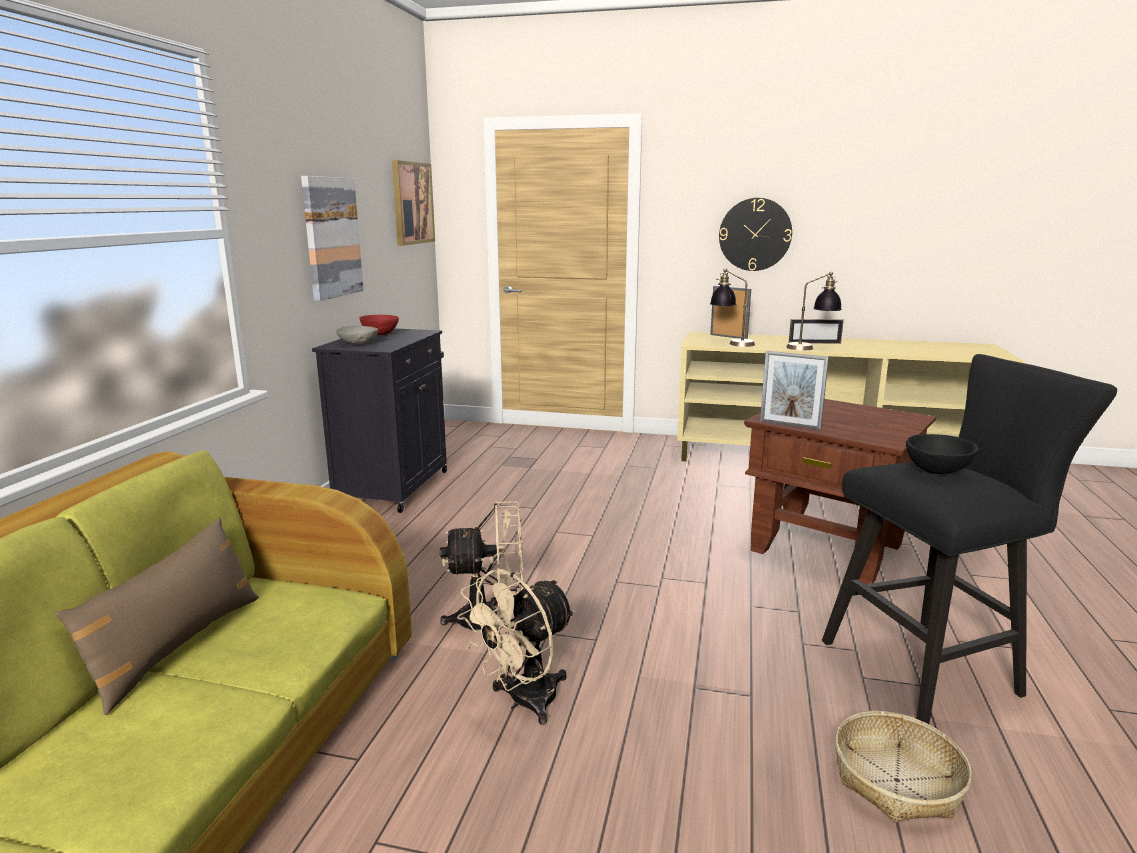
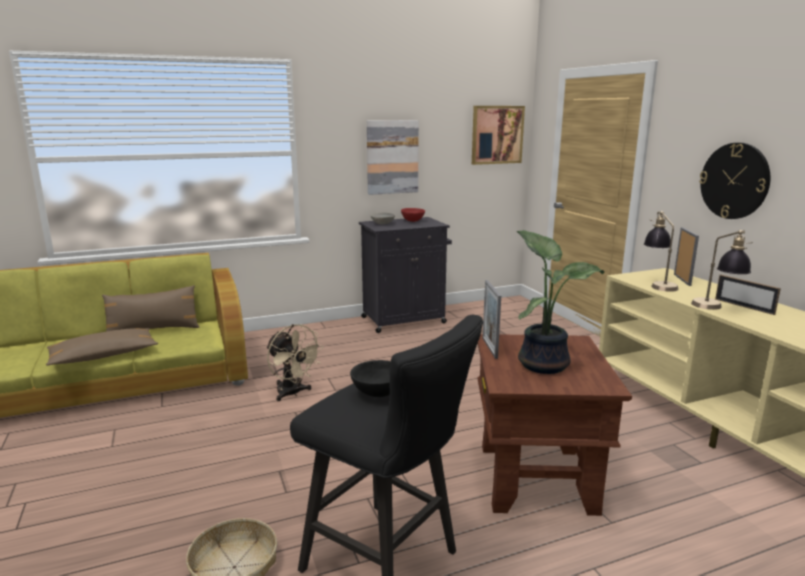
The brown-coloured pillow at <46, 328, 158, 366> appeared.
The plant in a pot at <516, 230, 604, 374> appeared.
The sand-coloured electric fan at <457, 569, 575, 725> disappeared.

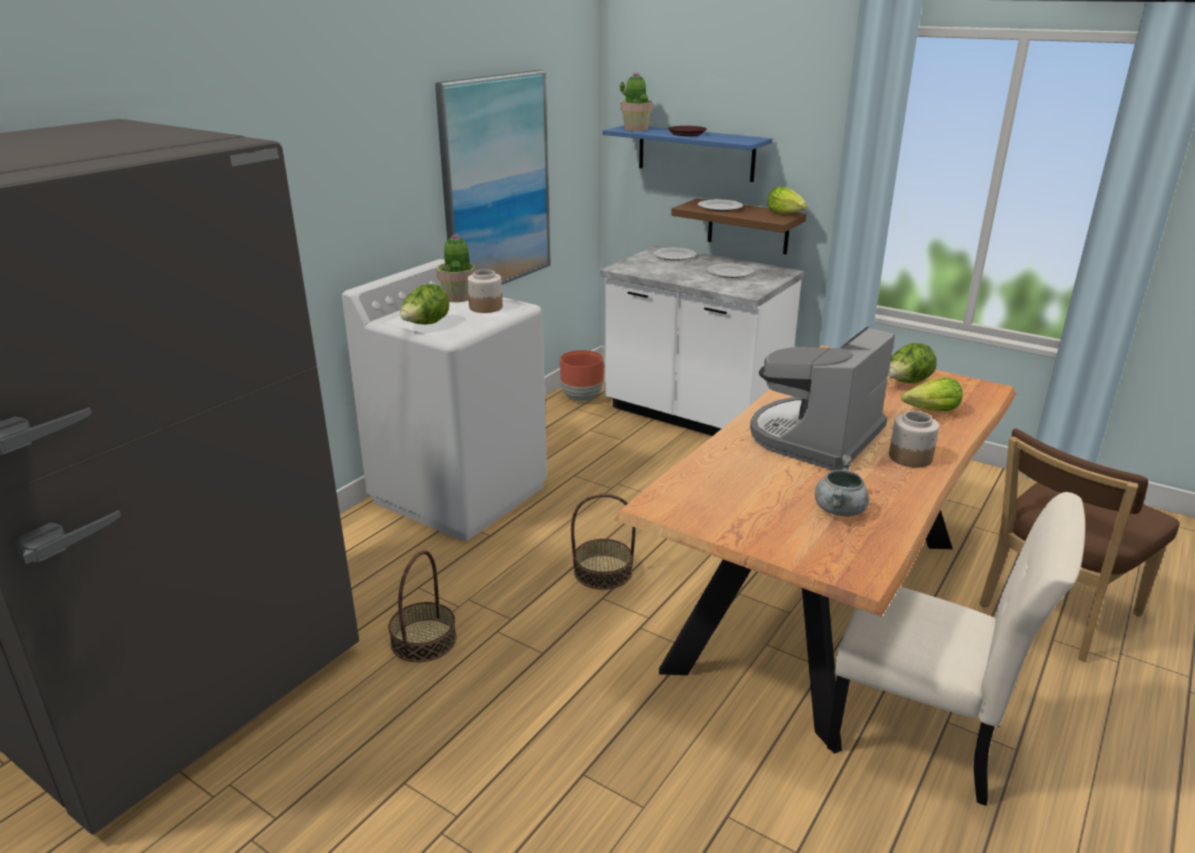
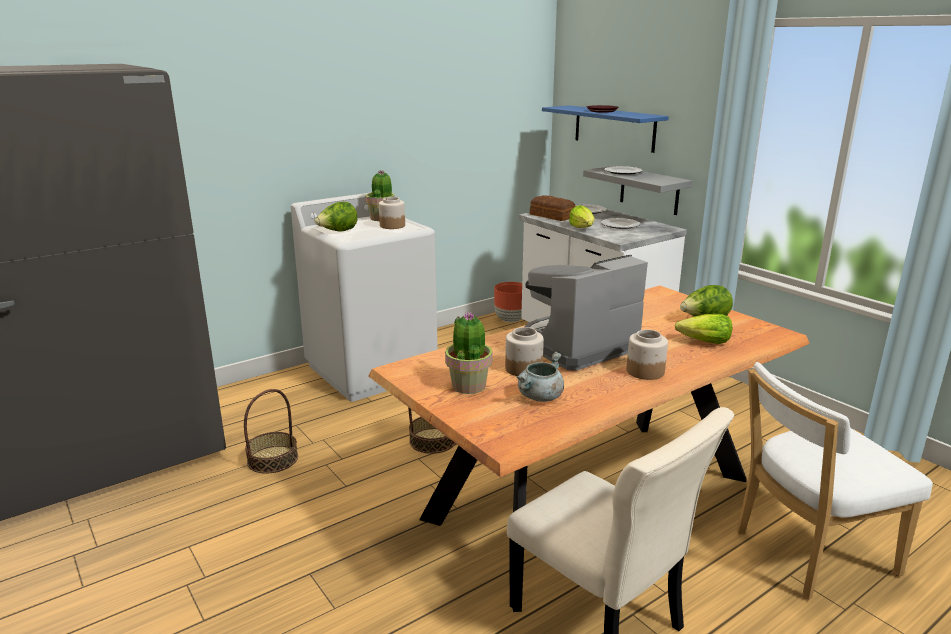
The plant in a pot moved from <620, 72, 653, 131> to <445, 312, 492, 394>.
The jar at <505, 327, 544, 376> appeared.
The baked bread at <530, 195, 575, 221> appeared.
The head of lettuce moved from <767, 187, 807, 214> to <569, 205, 595, 228>.
The brown-coloured shelf at <671, 198, 806, 255> became the grey shelf at <583, 166, 692, 215>.
The brown-coloured upright chair at <979, 429, 1180, 662> became the white-coloured upright chair at <737, 362, 933, 600>.
The wall picture at <435, 70, 551, 285> disappeared.

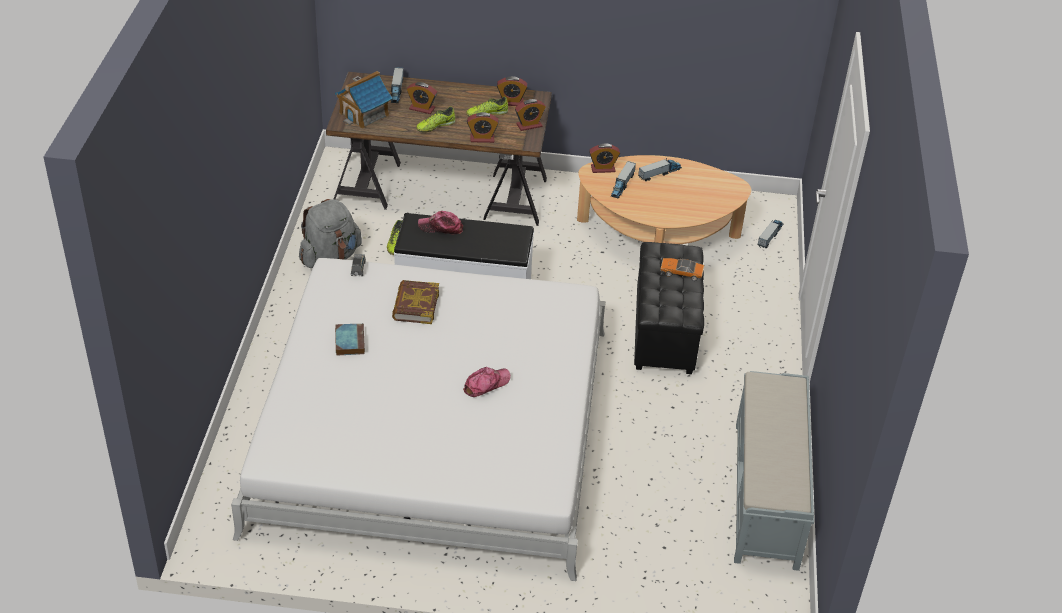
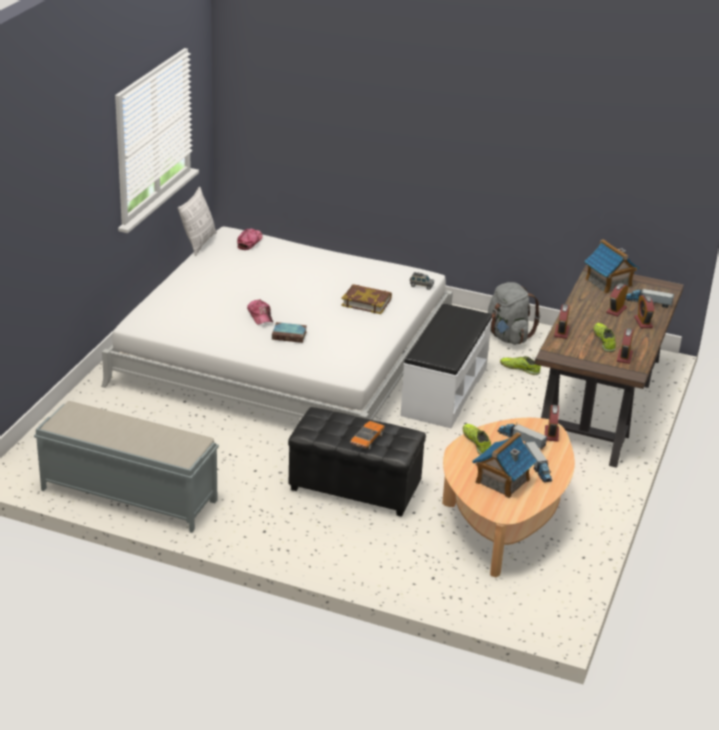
The pillow at <178, 187, 217, 256> appeared.
The peaked cap moved from <418, 211, 463, 235> to <237, 229, 263, 250>.
The book moved from <335, 323, 365, 356> to <272, 322, 307, 343>.
The shoe moved from <416, 106, 455, 132> to <463, 424, 491, 455>.
The model house at <472, 432, 537, 498> appeared.
The bedside clock moved from <515, 99, 546, 131> to <634, 295, 654, 328>.
The toy lorry at <758, 220, 783, 248> disappeared.

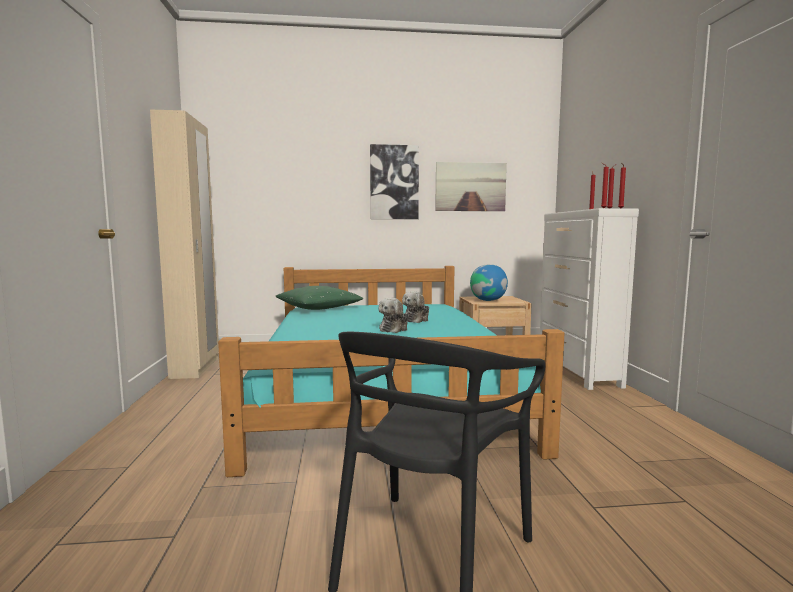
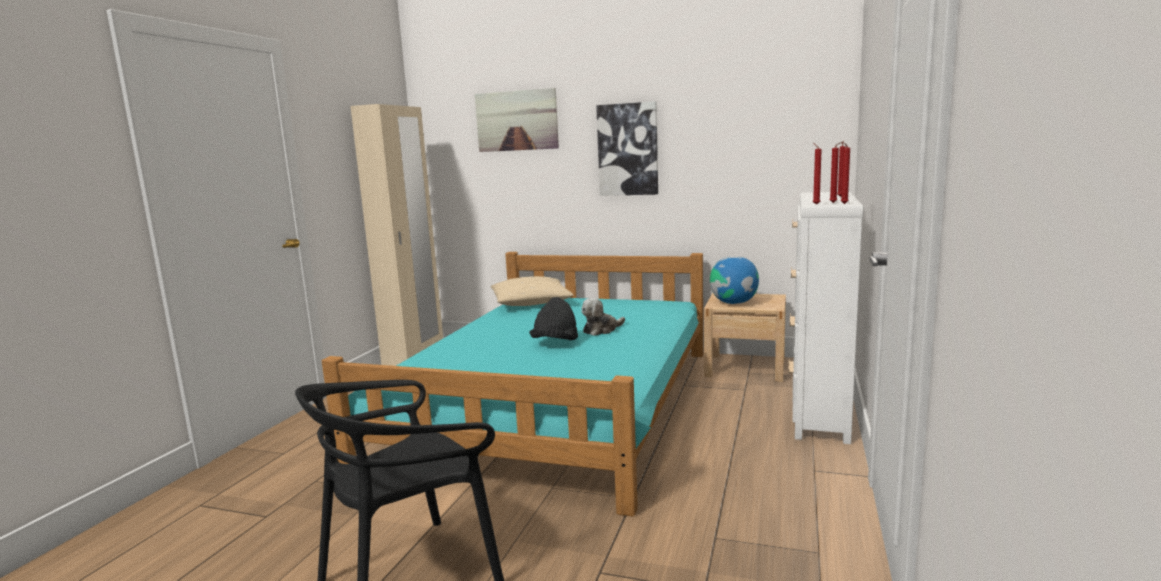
The wall picture moved from <435, 162, 507, 211> to <475, 88, 559, 152>.
The green pillow at <276, 286, 364, 310> became the sand-coloured pillow at <491, 276, 574, 306>.
The cuddly toy at <379, 297, 409, 333> was replaced by the black clothing hat at <530, 297, 578, 340>.

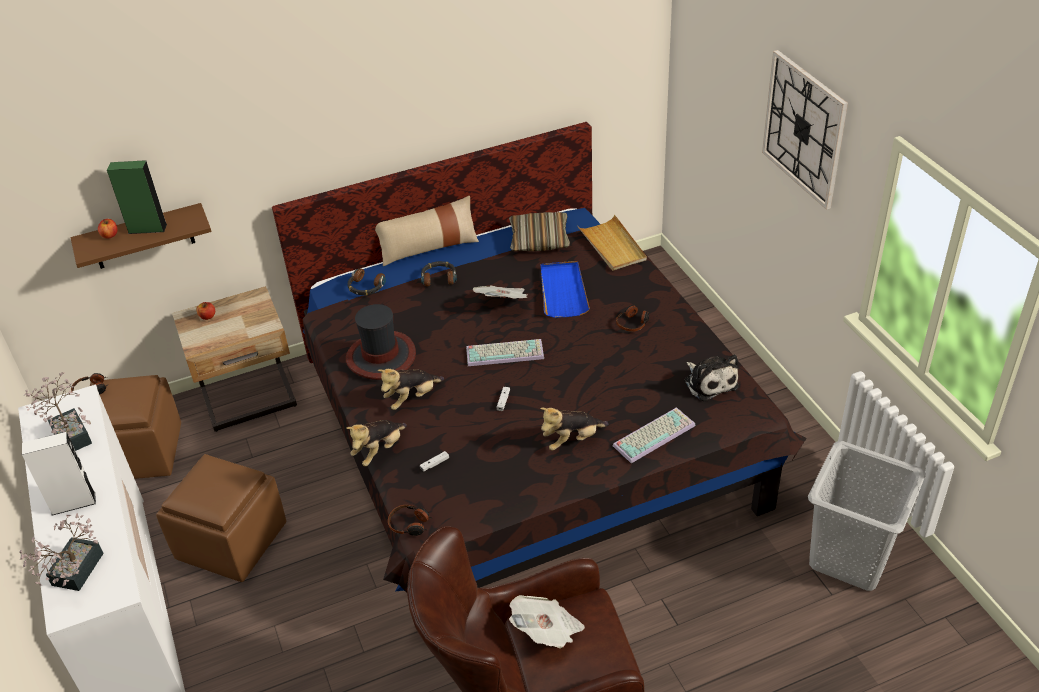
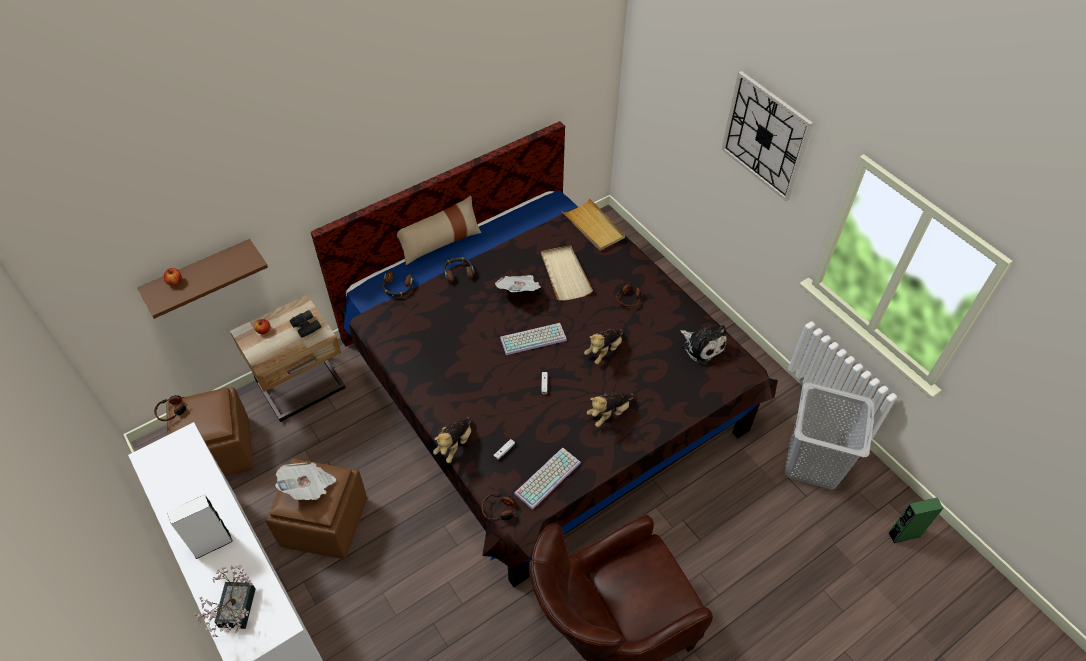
The printed paper moved from <509, 595, 585, 648> to <275, 462, 336, 500>.
The black pair of binoculars at <290, 310, 321, 338> appeared.
The computer keyboard moved from <613, 407, 695, 463> to <514, 447, 581, 510>.
The blue tray at <541, 261, 590, 318> became the sand-coloured tray at <541, 245, 593, 301>.
The cuddly toy moved from <378, 369, 444, 410> to <584, 329, 623, 364>.
The green speaker moved from <107, 160, 167, 234> to <887, 498, 943, 543>.
The plant in a pot at <24, 372, 92, 451> disappeared.
The clothing hat at <346, 304, 416, 380> disappeared.
The pillow at <509, 212, 570, 251> disappeared.

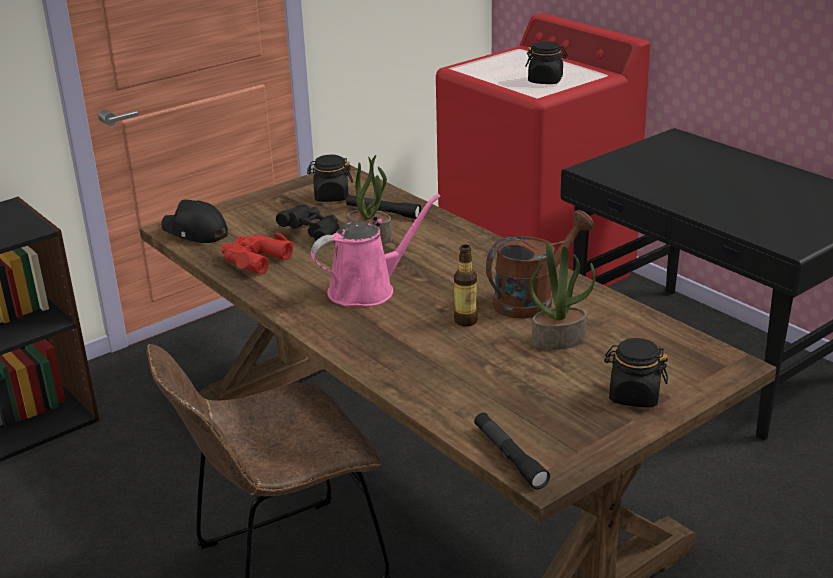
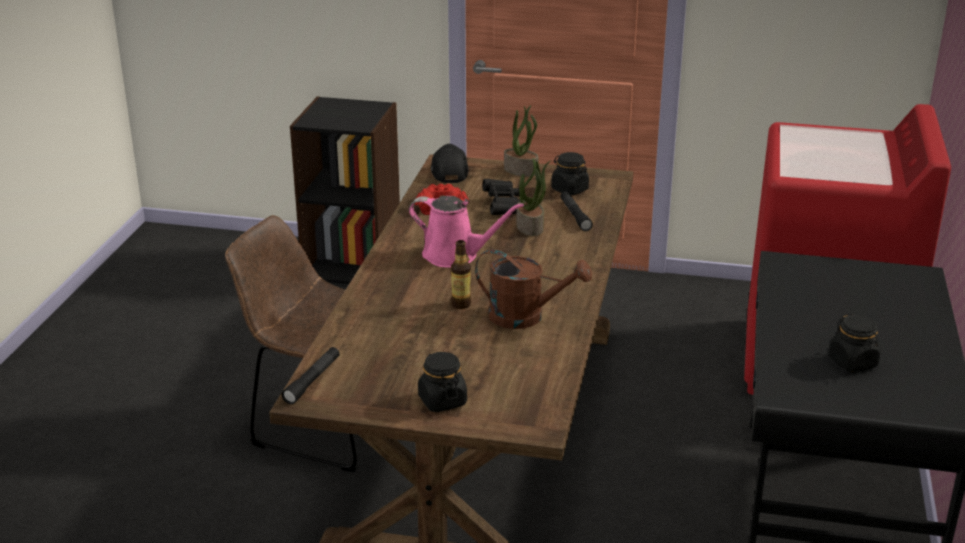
The plant in a pot moved from <529, 243, 596, 350> to <504, 105, 538, 177>.
The black jar moved from <525, 41, 568, 84> to <829, 313, 881, 372>.

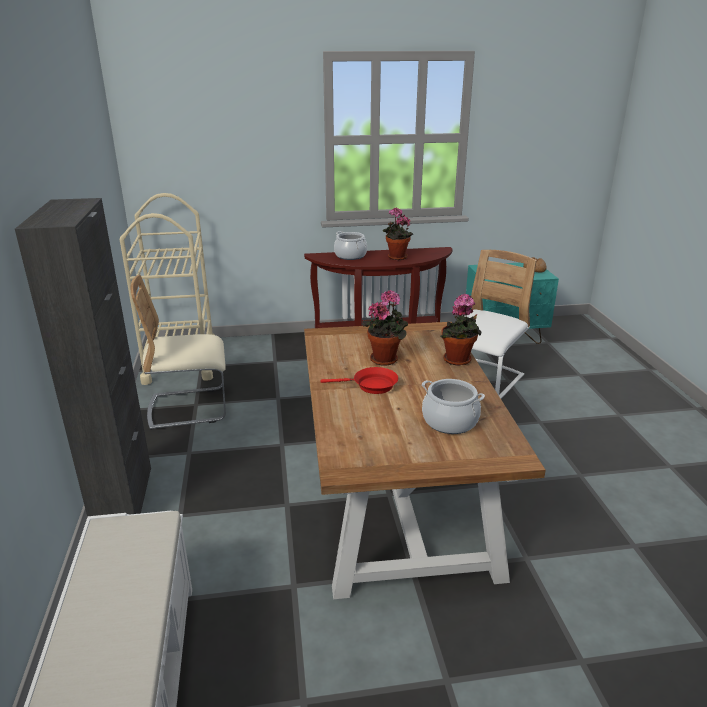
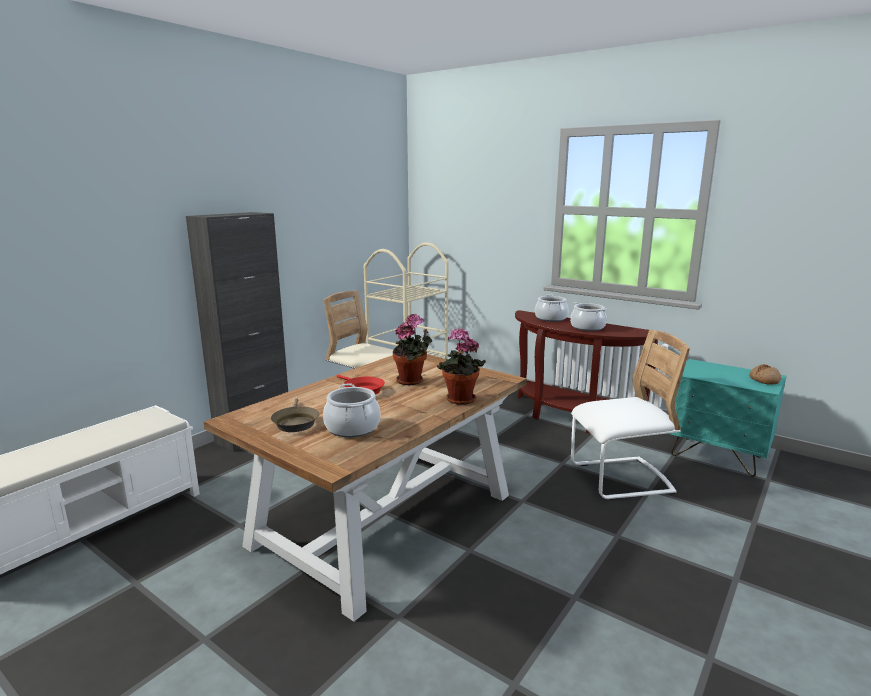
The brown-coloured pan at <271, 399, 319, 432> appeared.
The plant in a pot at <383, 207, 414, 260> was replaced by the saucepot at <570, 302, 607, 331>.

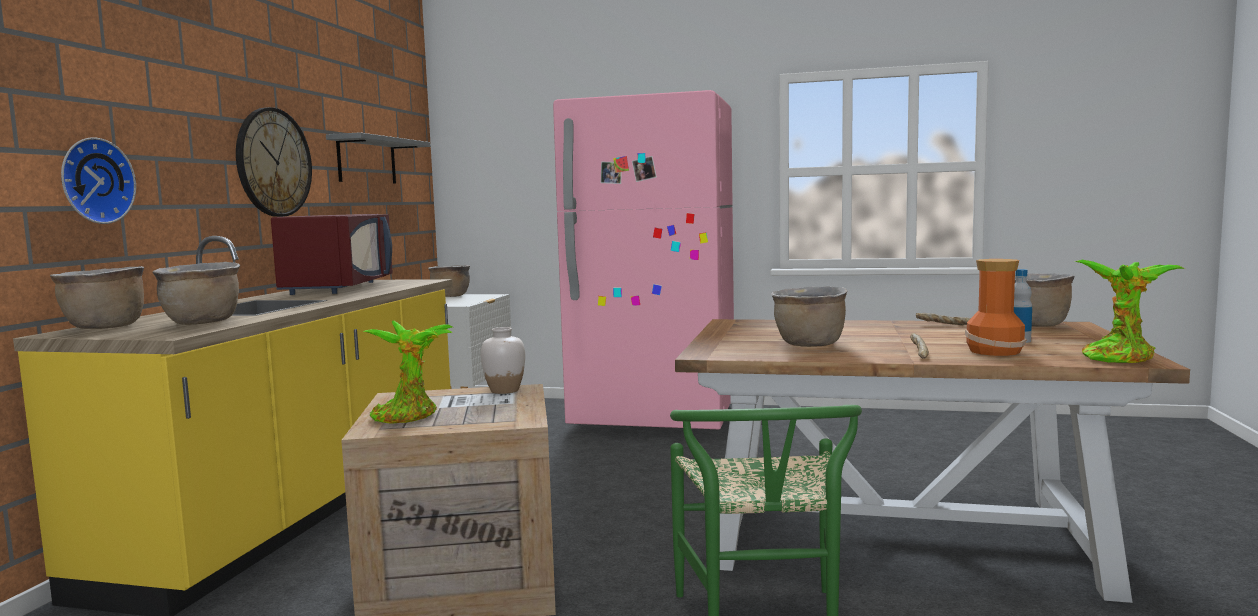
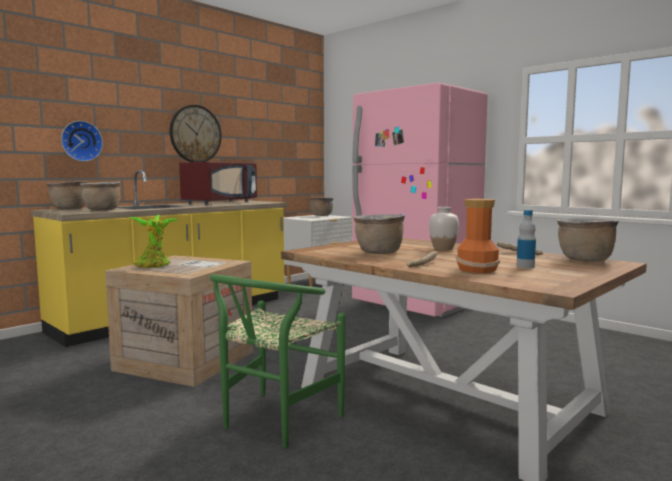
The white-coloured flower vase moved from <481, 327, 525, 394> to <429, 207, 459, 250>.
The grey shelf at <326, 132, 430, 184> disappeared.
The plant in a pot at <1074, 260, 1185, 363> disappeared.

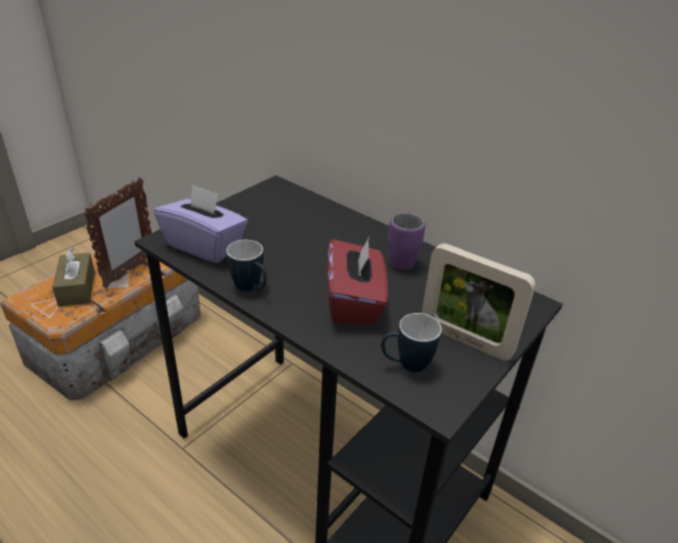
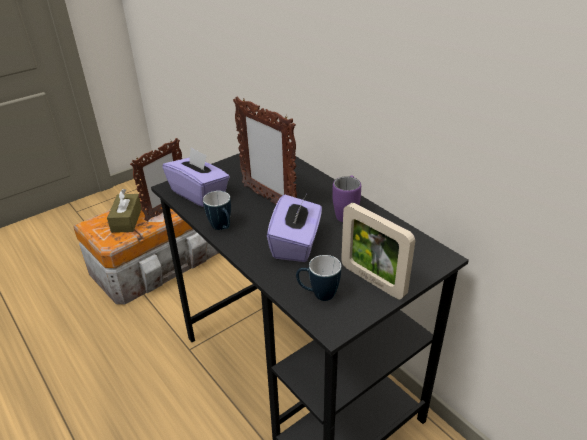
The photo frame at <233, 96, 297, 204> appeared.
The reddish tissue box at <328, 238, 388, 324> became the purple tissue box at <267, 194, 322, 262>.

